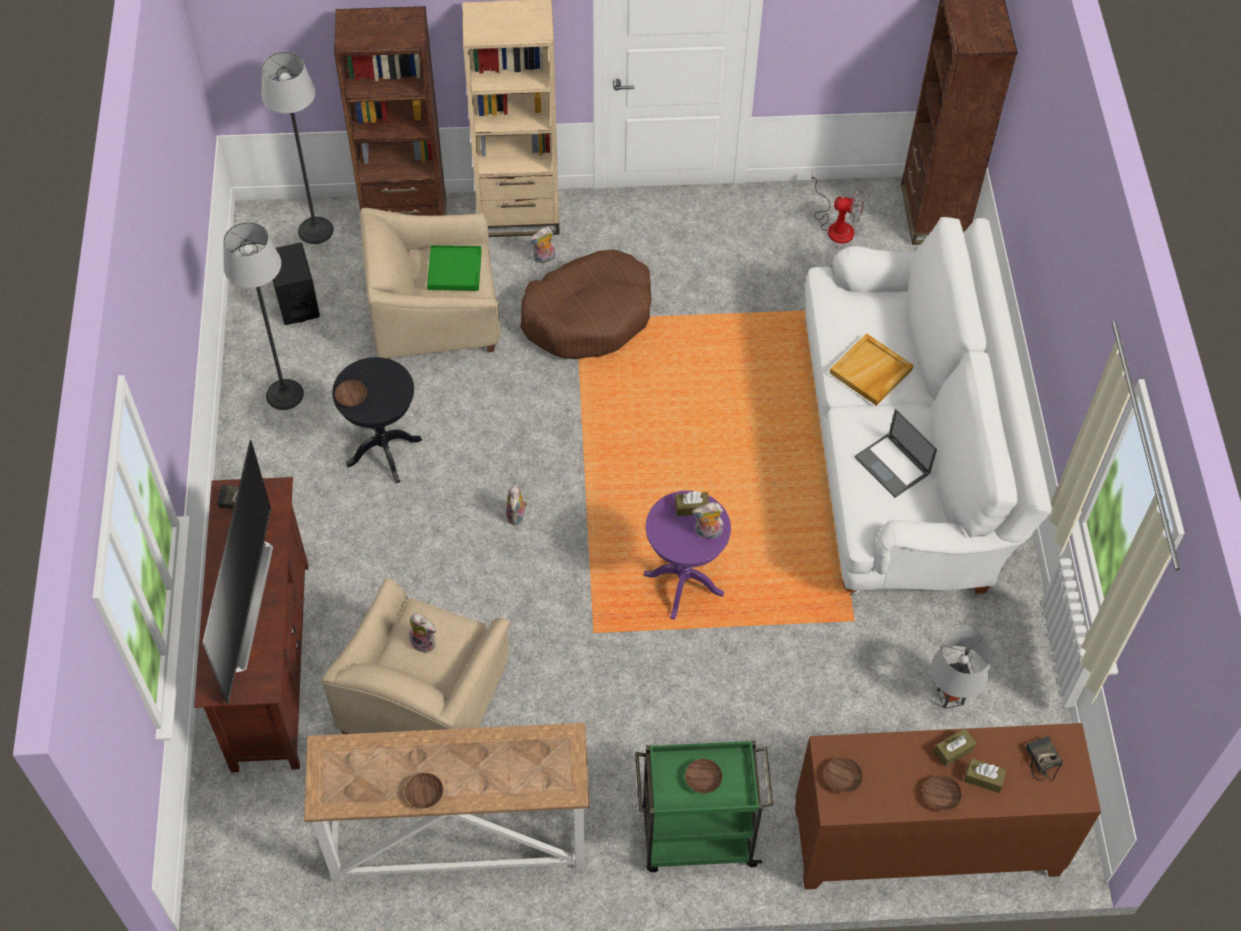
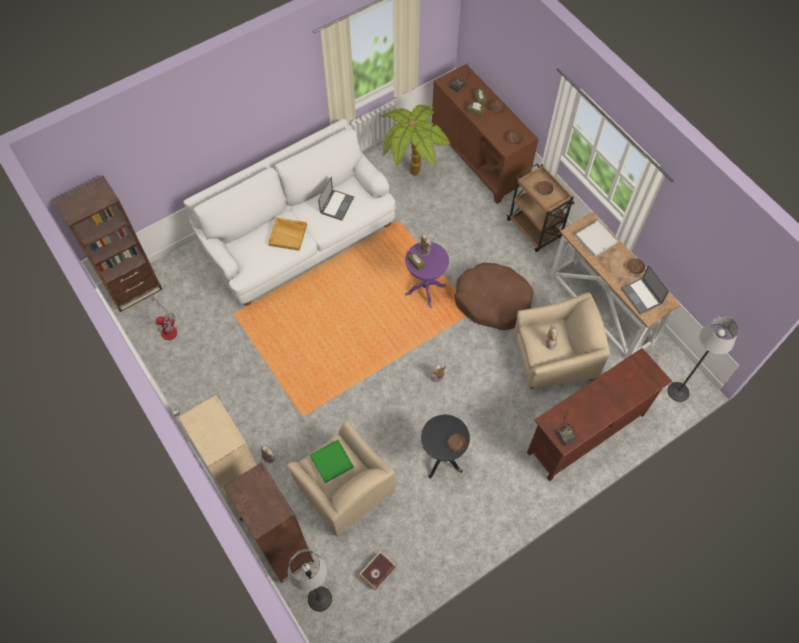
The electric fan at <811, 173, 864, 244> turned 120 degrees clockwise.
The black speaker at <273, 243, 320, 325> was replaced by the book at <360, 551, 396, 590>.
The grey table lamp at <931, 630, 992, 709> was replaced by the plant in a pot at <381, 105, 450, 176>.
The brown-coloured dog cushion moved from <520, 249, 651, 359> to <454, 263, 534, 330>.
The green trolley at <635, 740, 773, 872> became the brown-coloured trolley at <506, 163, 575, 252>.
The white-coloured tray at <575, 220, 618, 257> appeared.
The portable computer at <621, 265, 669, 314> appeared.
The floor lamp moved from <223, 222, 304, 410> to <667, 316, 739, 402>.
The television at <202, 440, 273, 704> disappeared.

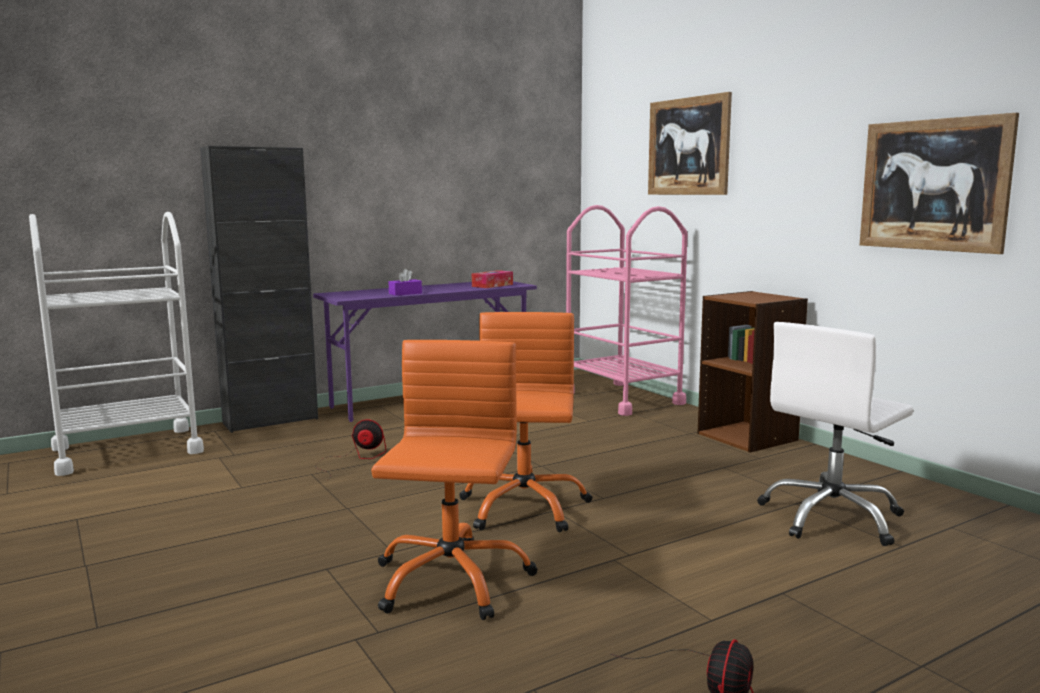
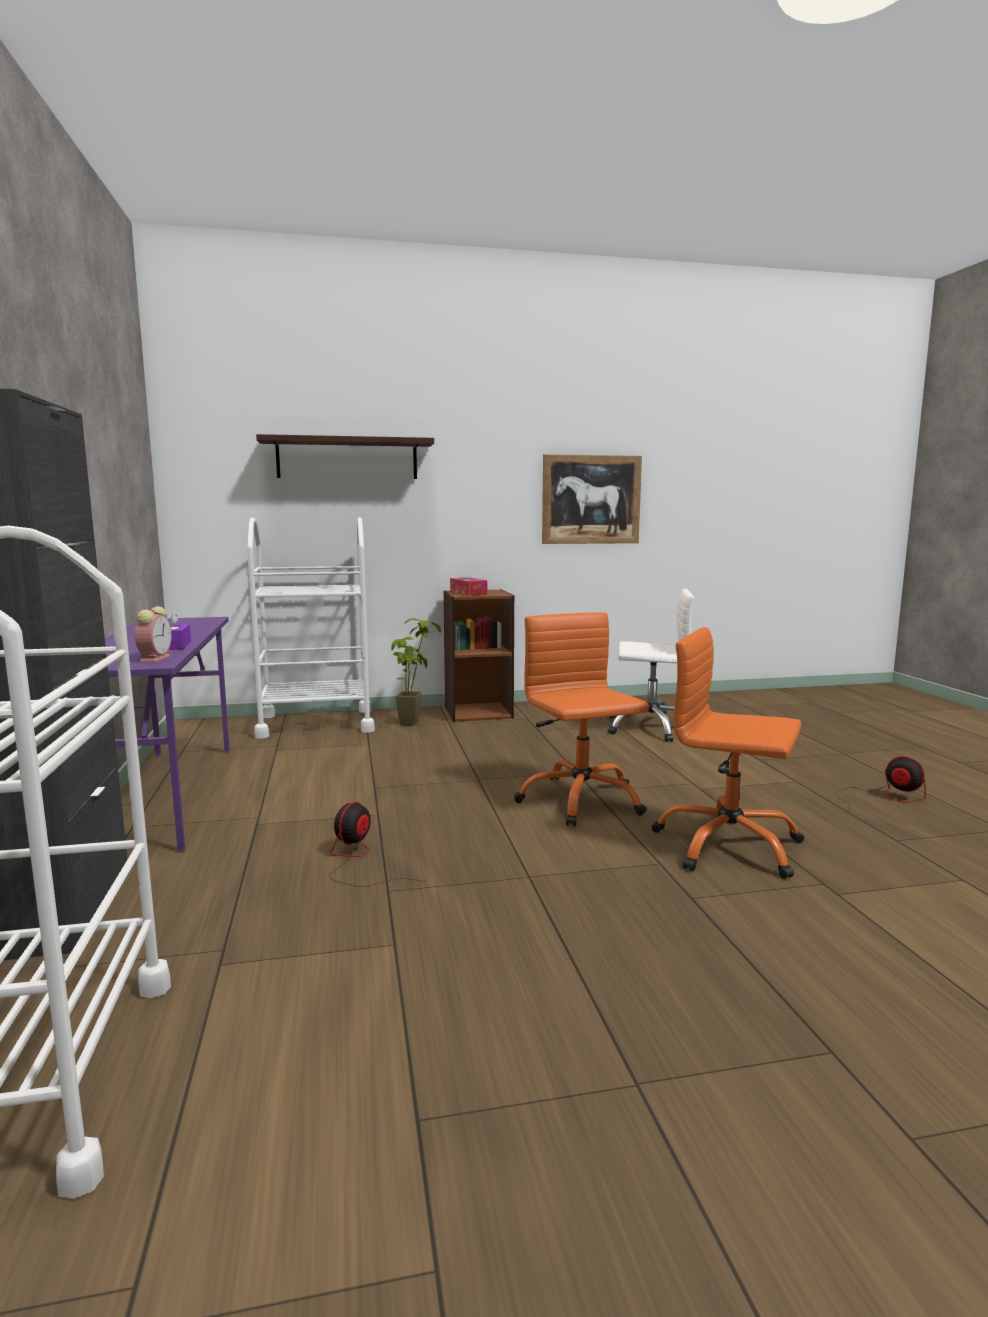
The bedside clock at <135, 606, 172, 662> appeared.
The pink-coloured trolley at <566, 205, 688, 416> became the white-coloured trolley at <247, 517, 375, 739>.
The wall picture at <648, 92, 732, 195> was replaced by the shelf at <256, 434, 434, 479>.
The plant in a pot at <391, 618, 441, 726> appeared.
The tissue box moved from <472, 270, 513, 288> to <450, 577, 487, 596>.
The orange-coloured computer chair at <459, 312, 593, 532> turned 45 degrees clockwise.
The white-coloured computer chair at <757, 322, 914, 546> turned 60 degrees counterclockwise.

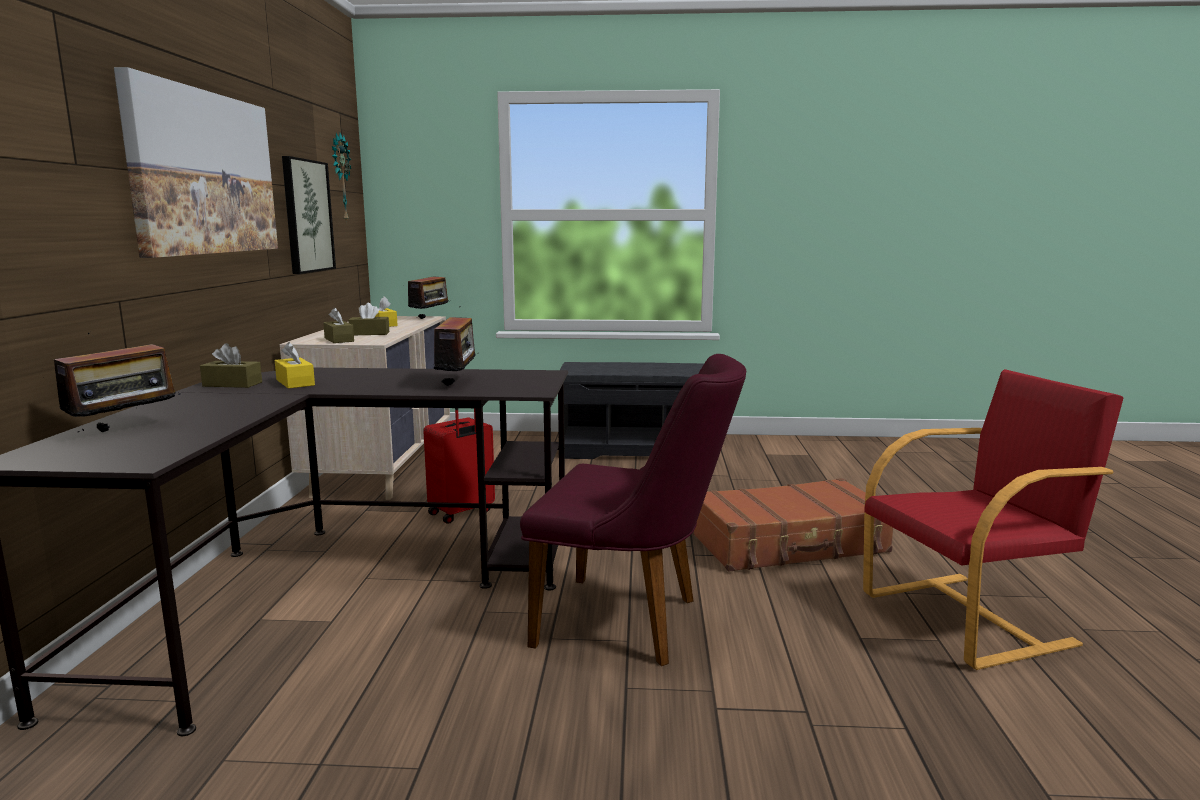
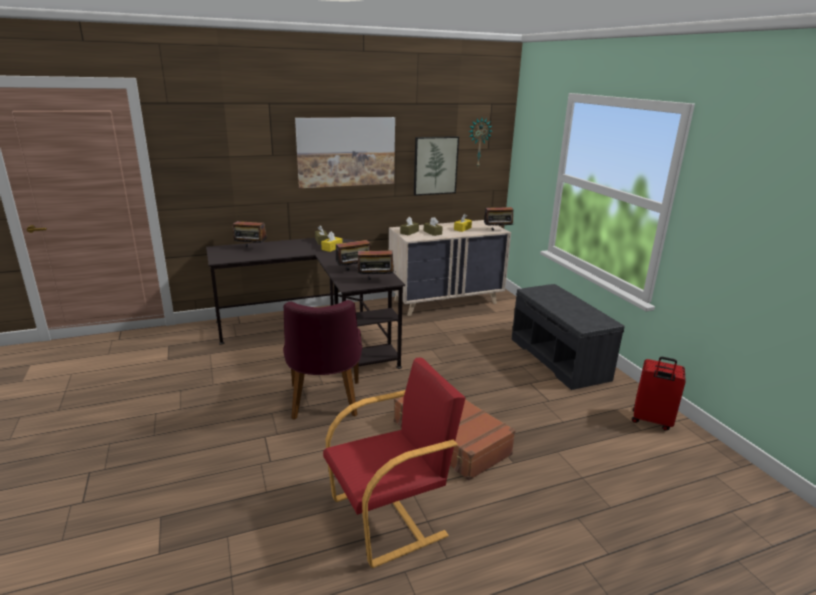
The reddish easy chair at <863, 369, 1124, 670> turned 75 degrees counterclockwise.
The radio receiver at <357, 245, 396, 280> appeared.
The reddish piece of luggage moved from <423, 408, 495, 524> to <632, 357, 686, 430>.

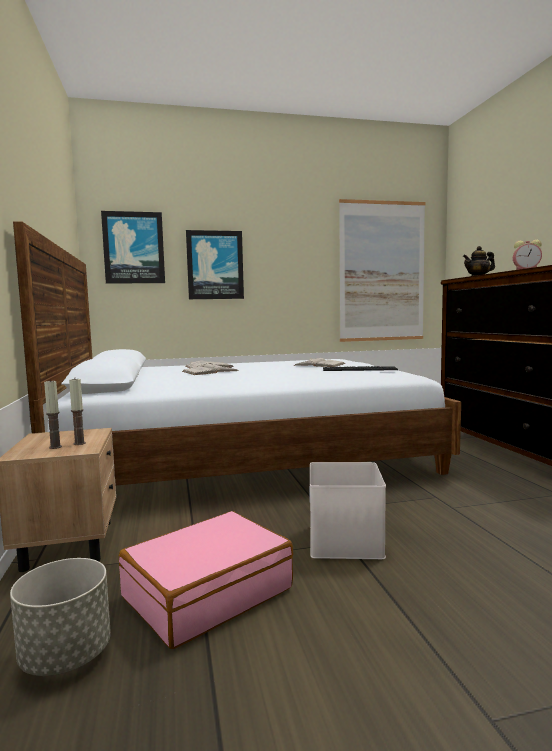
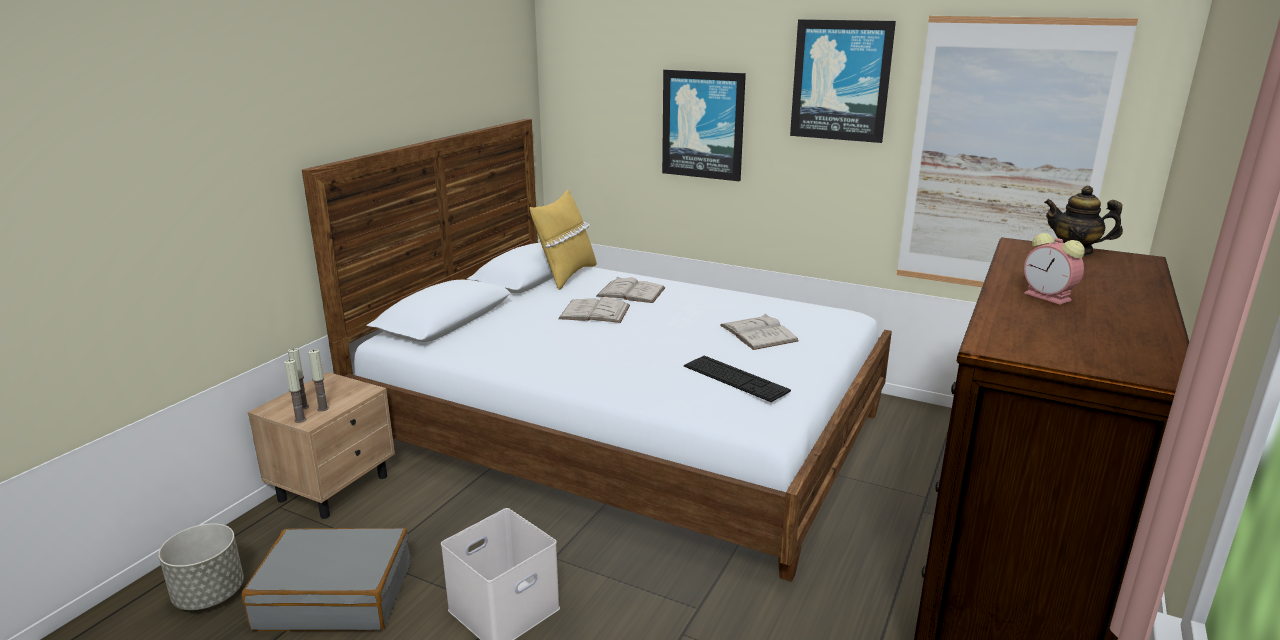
The pink-coloured piece of luggage at <119, 511, 293, 649> became the grey piece of luggage at <241, 528, 411, 631>.
The candle at <284, 359, 306, 423> appeared.
The yellow pillow at <530, 190, 597, 290> appeared.
The wall picture moved from <101, 211, 165, 284> to <790, 19, 896, 143>.

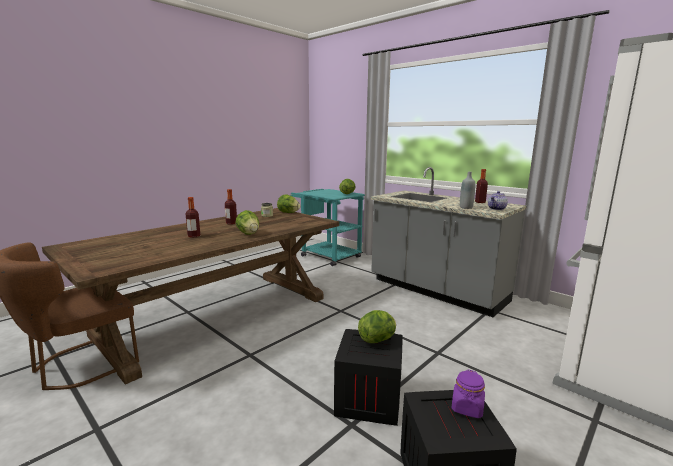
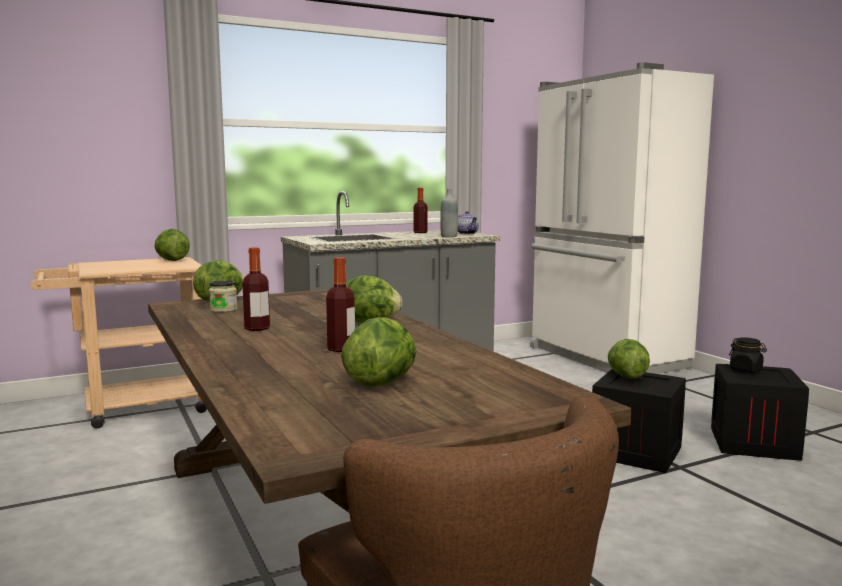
The turquoise-coloured trolley at <291, 189, 365, 266> became the sand-coloured trolley at <30, 257, 207, 429>.
The head of lettuce at <341, 317, 416, 387> appeared.
The purple jar at <452, 370, 485, 418> became the black jar at <729, 337, 767, 372>.

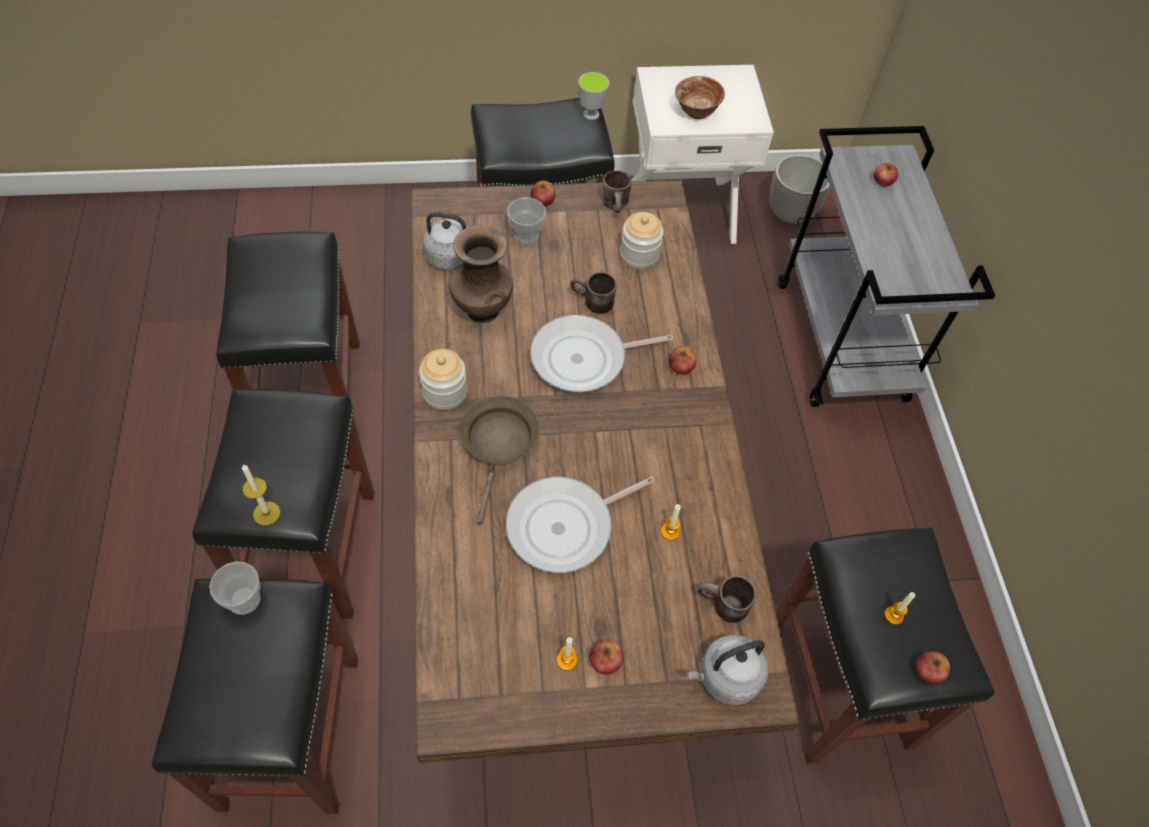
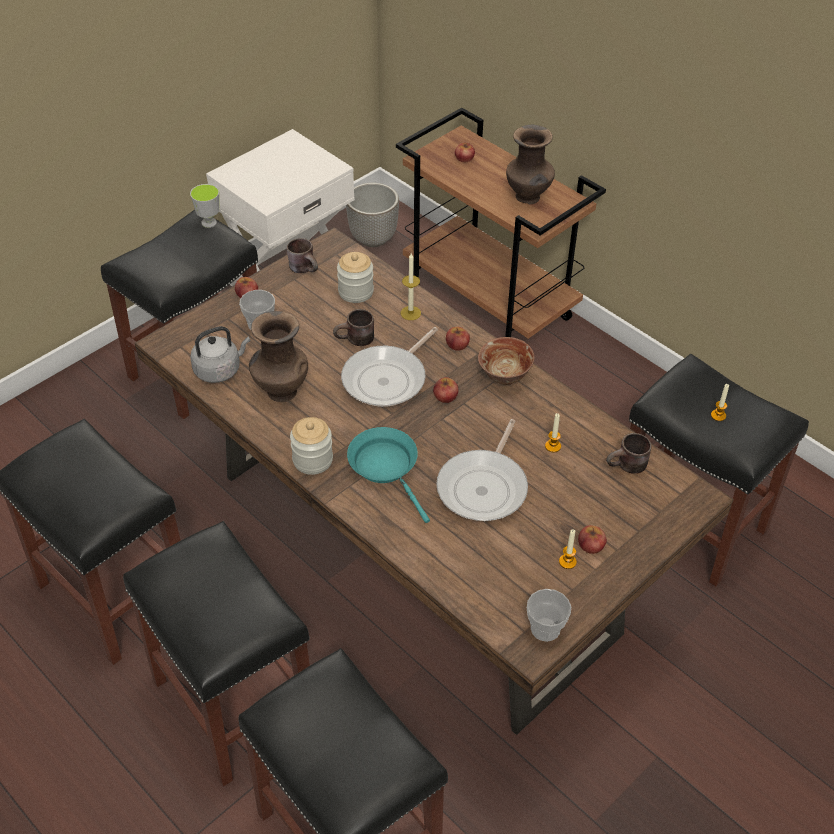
The brown-coloured pan at <460, 396, 539, 525> became the turquoise-coloured pan at <347, 427, 430, 523>.
The grey trolley at <778, 126, 995, 407> became the brown-coloured trolley at <396, 108, 606, 339>.
The candle moved from <242, 464, 280, 526> to <401, 253, 421, 320>.
The apple moved from <916, 651, 950, 684> to <433, 377, 458, 403>.
The deep dish moved from <675, 76, 725, 119> to <478, 337, 535, 385>.
The brown-coloured flower vase at <506, 125, 555, 204> appeared.
The drinking cup moved from <209, 561, 261, 615> to <527, 589, 571, 642>.
The grey kettle at <687, 635, 768, 705> disappeared.

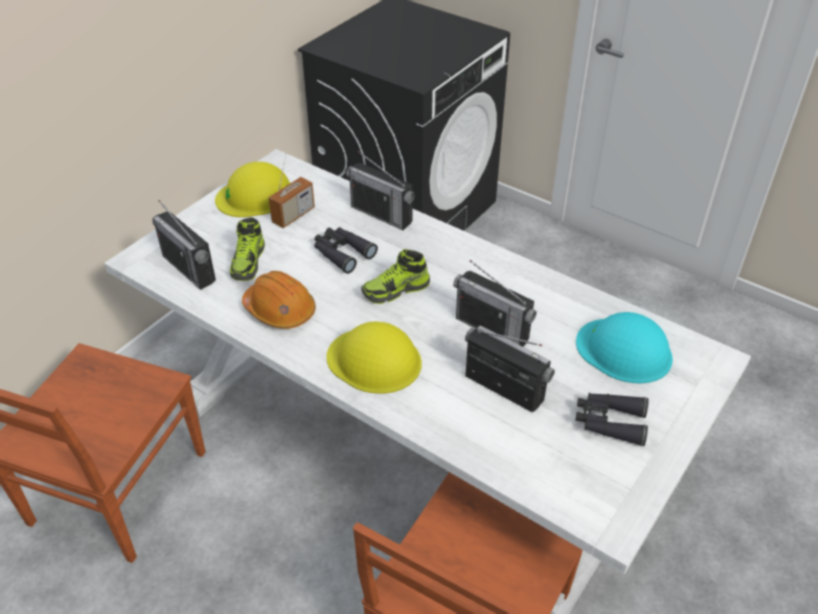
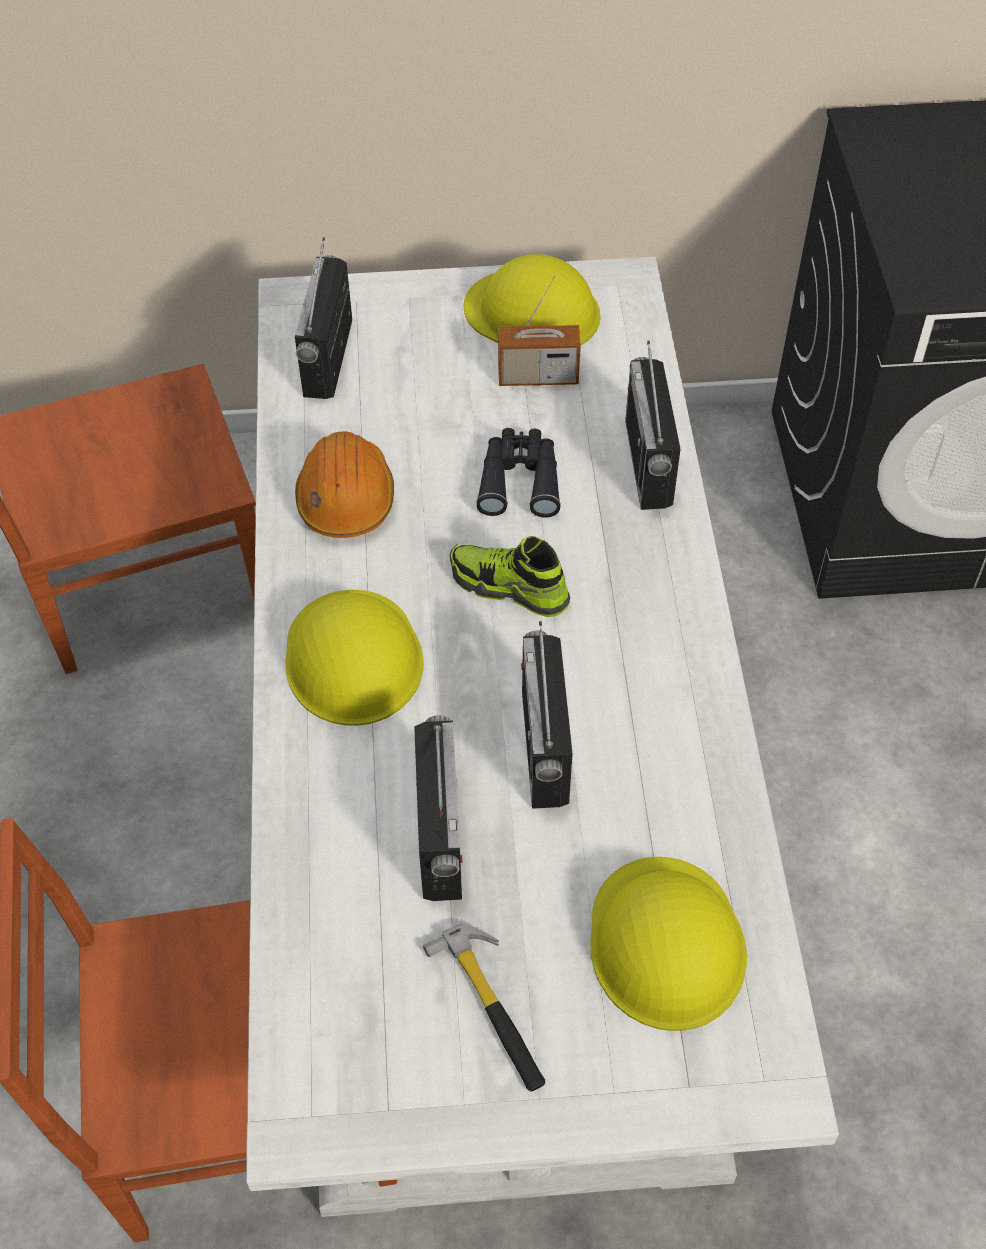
The black pair of binoculars at <575, 393, 649, 446> was replaced by the tool hammer at <423, 924, 545, 1092>.
The turquoise-coloured work helmet at <576, 312, 673, 383> became the yellow work helmet at <590, 857, 747, 1031>.
The shoe at <230, 217, 265, 281> disappeared.

